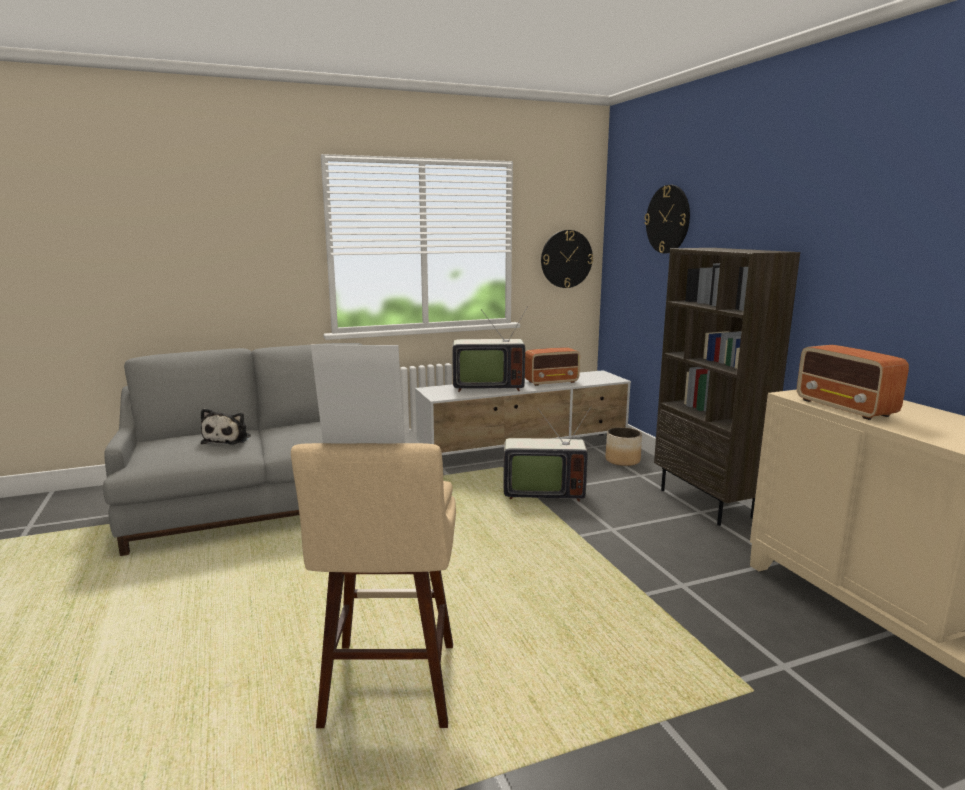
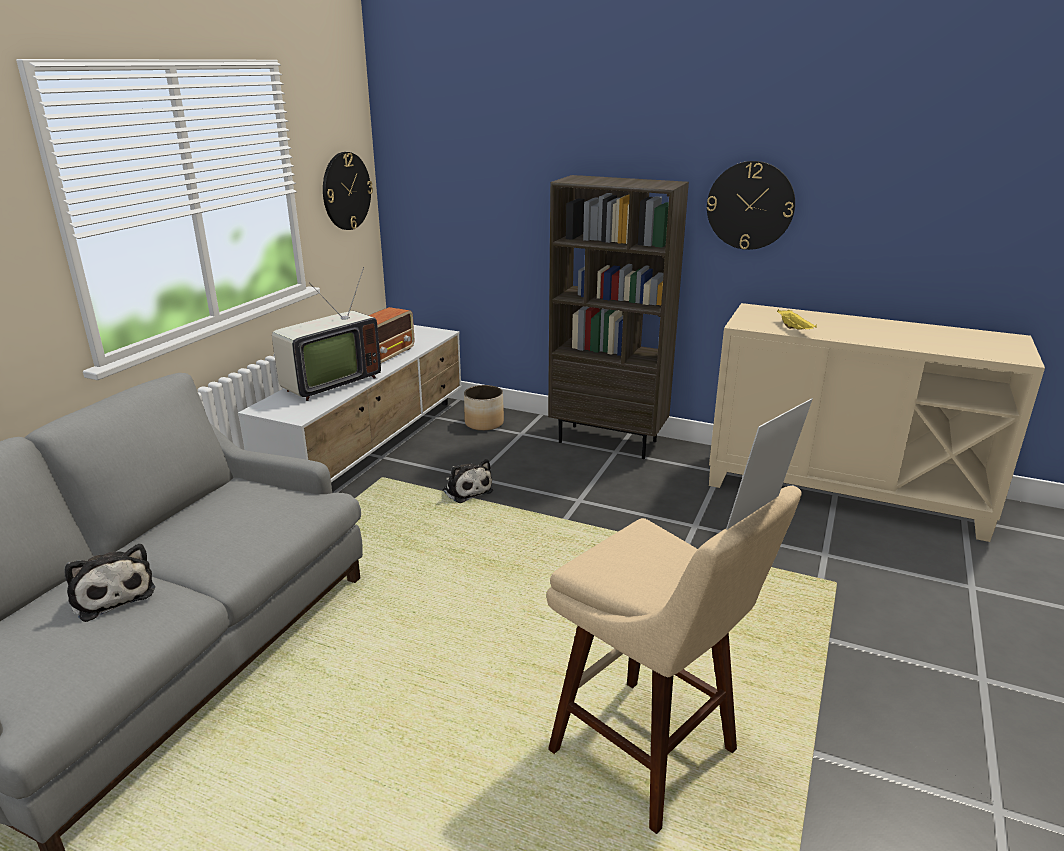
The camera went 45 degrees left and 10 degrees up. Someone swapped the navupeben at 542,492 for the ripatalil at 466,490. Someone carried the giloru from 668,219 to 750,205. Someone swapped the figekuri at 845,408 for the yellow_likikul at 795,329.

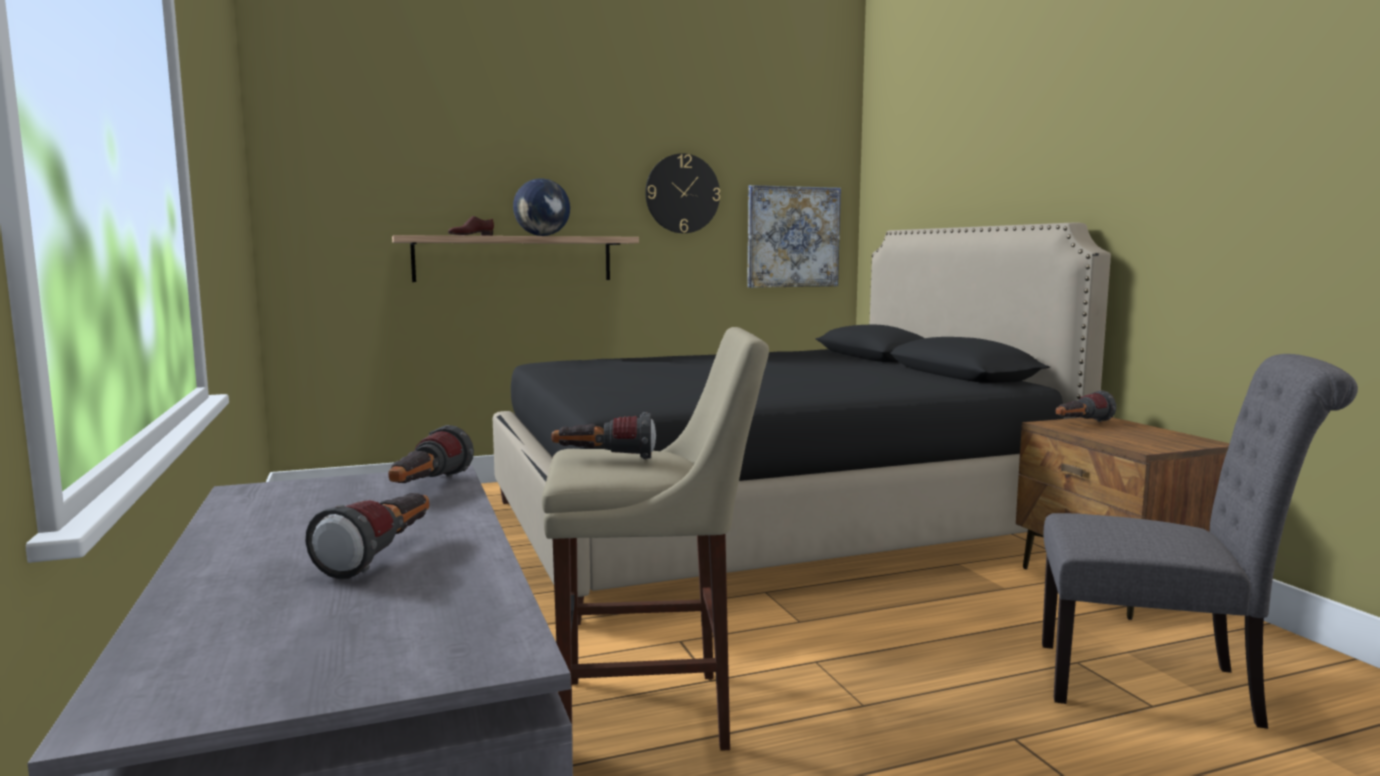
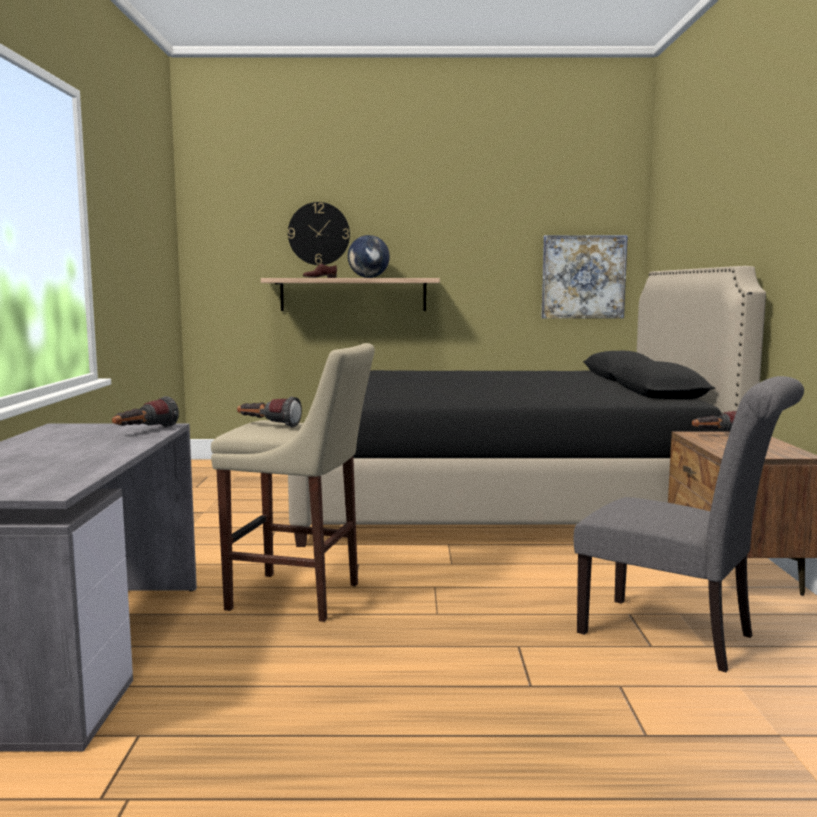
The camera went 20 degrees right and 0 degrees up. Someone carried the giloru from 682,193 to 319,233. Someone took away the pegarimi at 383,556.

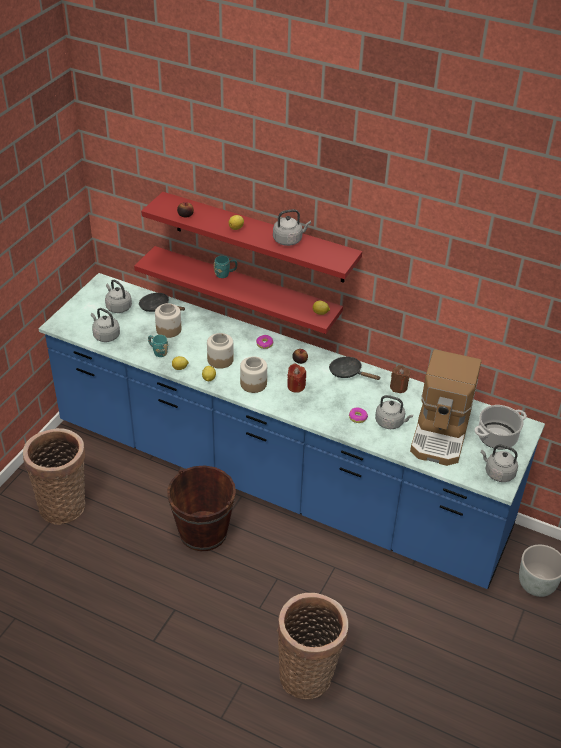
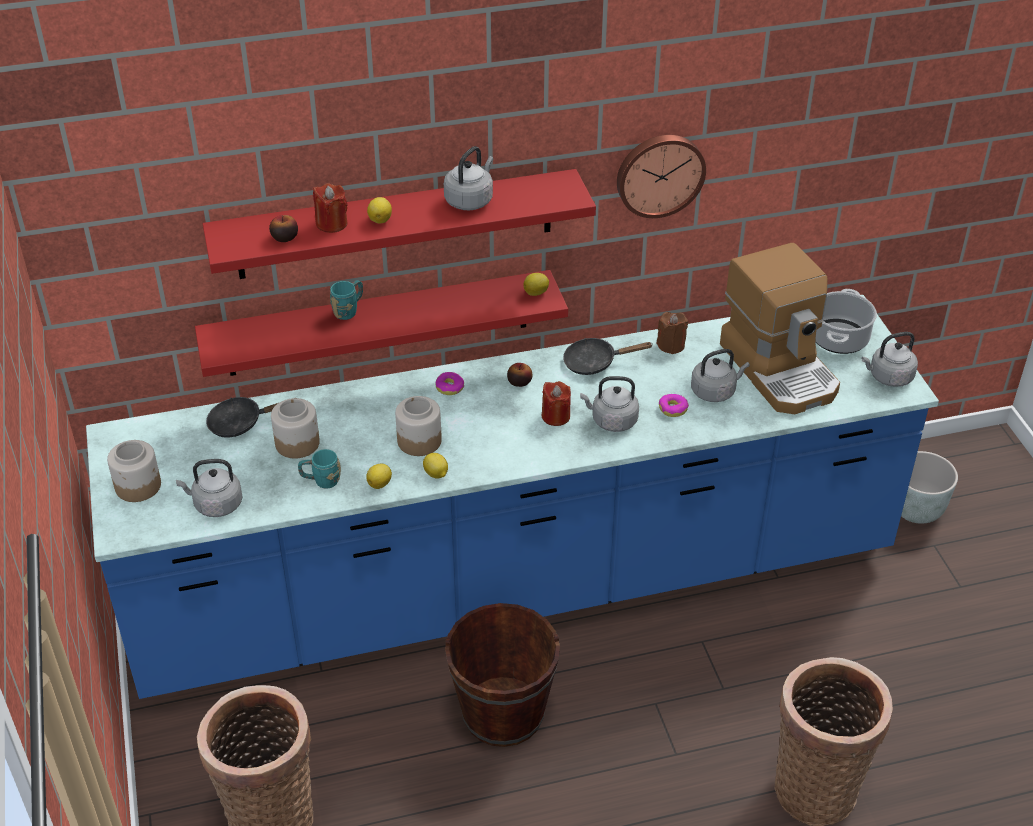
The camera went 40 degrees left and 0 degrees up. Someone carried the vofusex from 254,384 to 138,486. Someone put down the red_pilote at 331,224. Someone carried the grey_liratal from 118,307 to 611,421. Someone put up the giloru at 659,174.

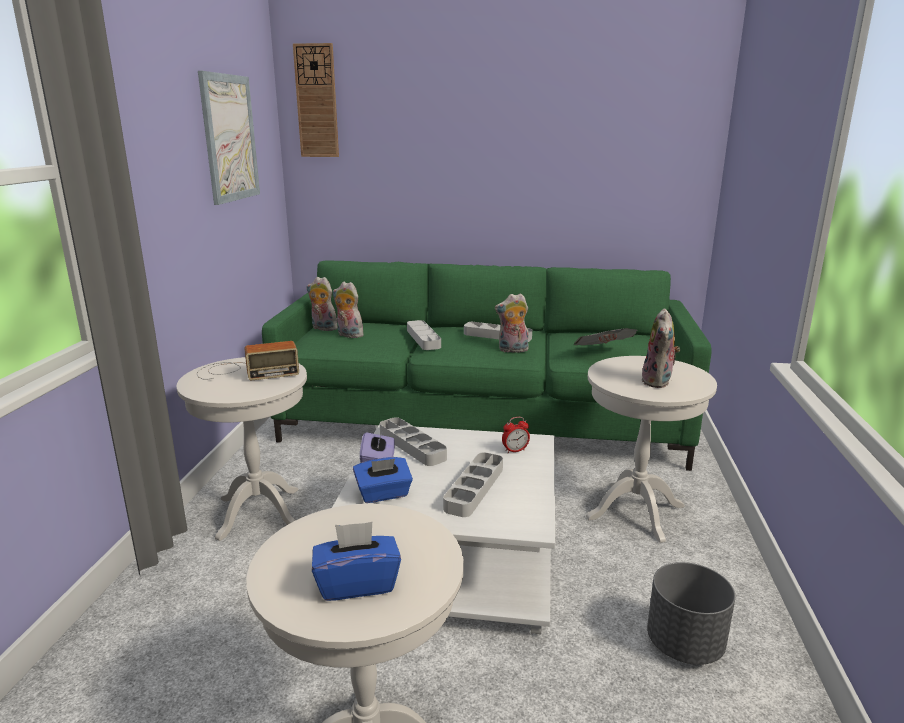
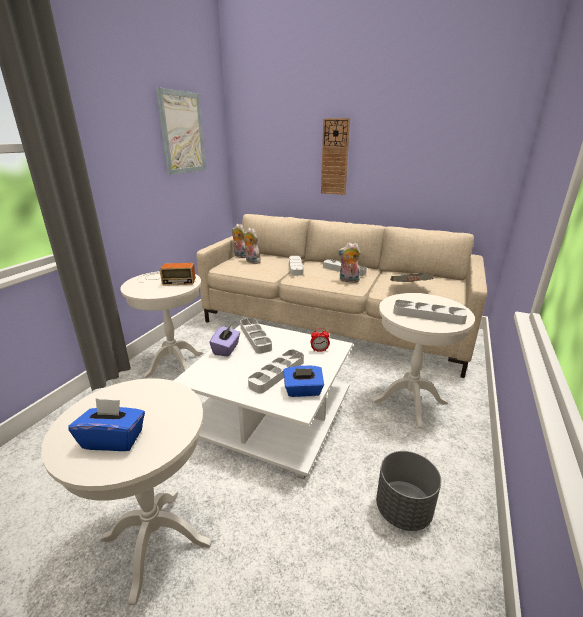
The camera went 15 degrees right and 5 degrees up. Someone repainted the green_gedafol at 482,423, which became the beige_gedafol at 332,325. Someone carried the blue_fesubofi from 383,494 to 303,391. Someone carried the giloru from 317,101 to 335,157. Someone swapped the ripatalil at 658,382 for the grey_likikul at 428,315.

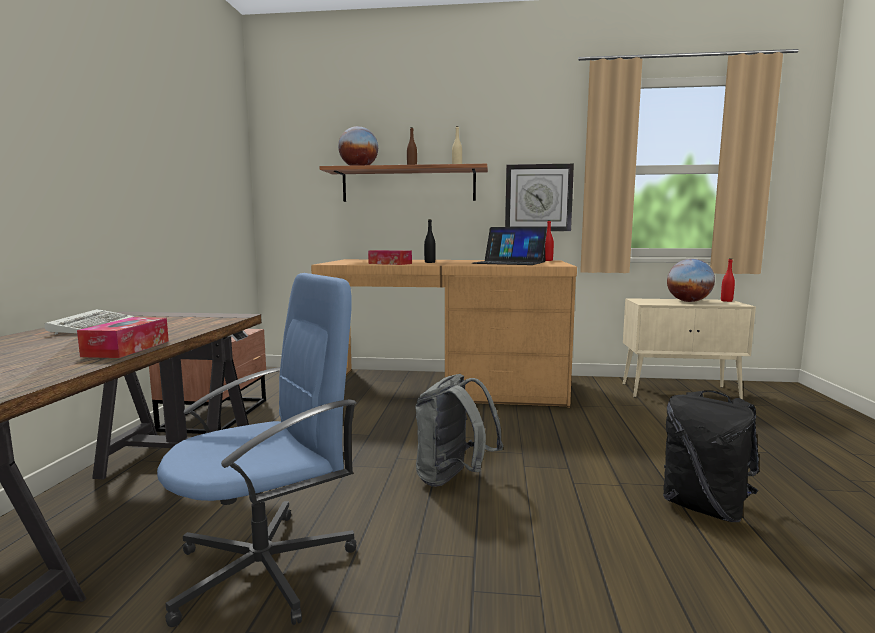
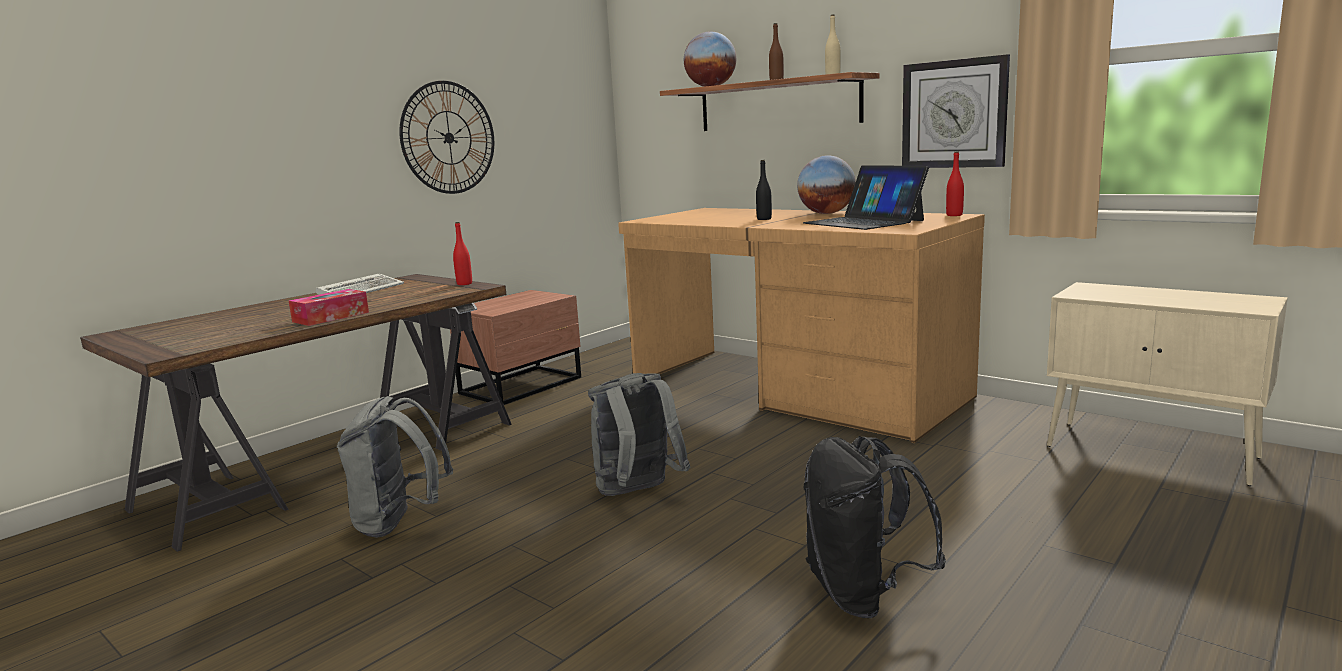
The camera went 35 degrees right and 5 degrees up. Someone swapped the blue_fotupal at 266,568 for the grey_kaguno at 400,523. Someone put up the giloru at 448,138. Someone carried the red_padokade from 726,301 to 464,284. Someone carried the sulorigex from 688,301 to 826,213. Someone took away the fesubofi at 390,263.

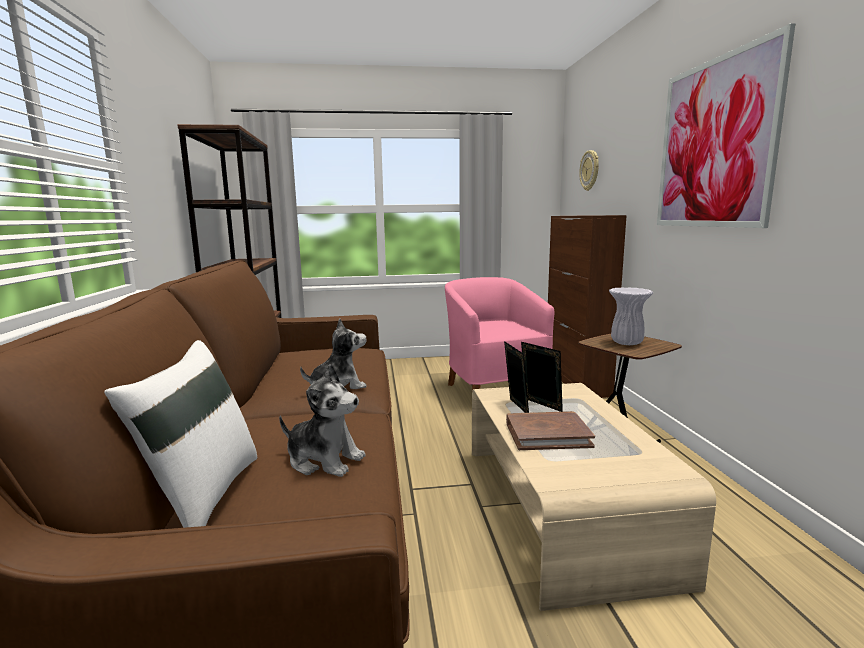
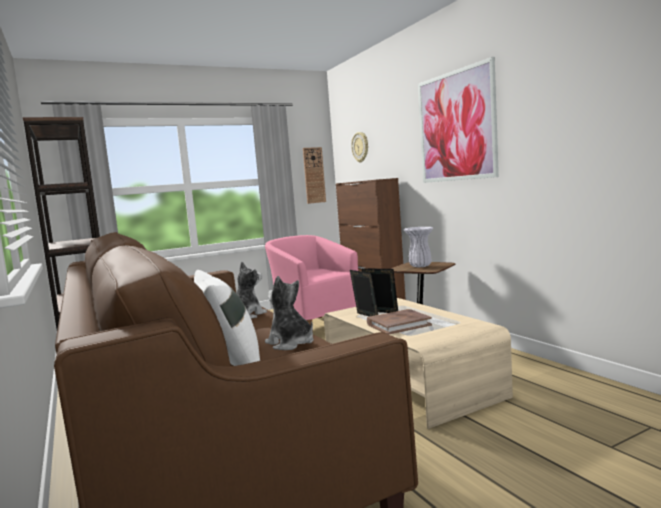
The camera went 20 degrees left and 5 degrees down. Someone rotated the ripatalil at 324,460 by 135 degrees counterclockwise. Someone put up the giloru at 314,175.

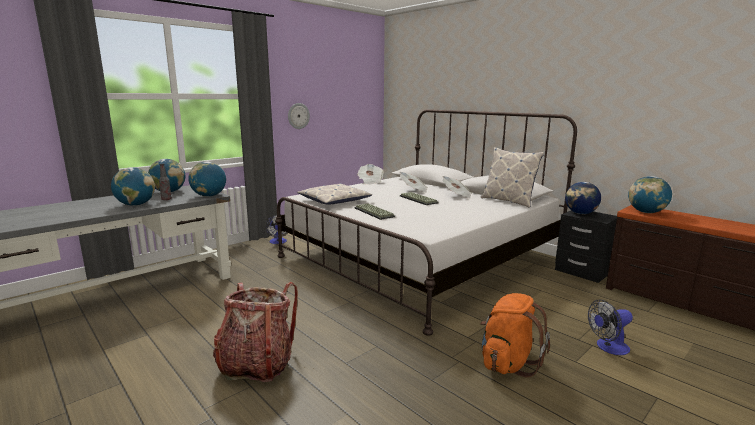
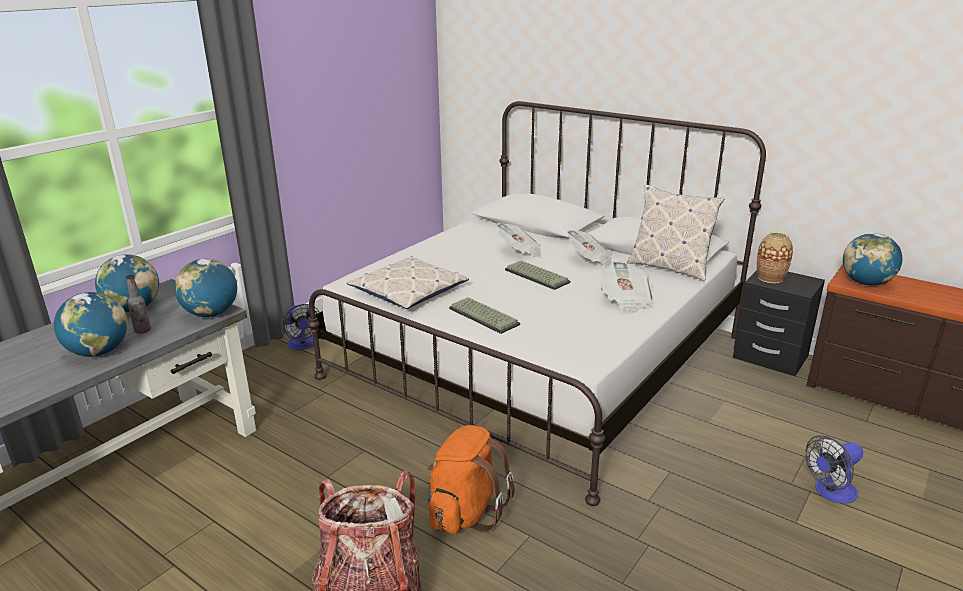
The camera went 10 degrees left and 10 degrees up. Someone carried the orange_kaguno from 507,363 to 465,512. Someone carried the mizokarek from 370,182 to 625,301. Someone swapped the sulorigex at 580,213 for the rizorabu at 770,278. Someone took away the giloru at 298,116.

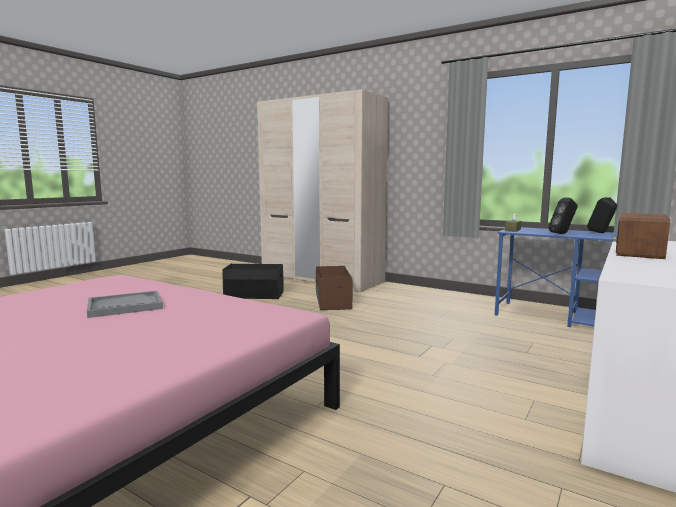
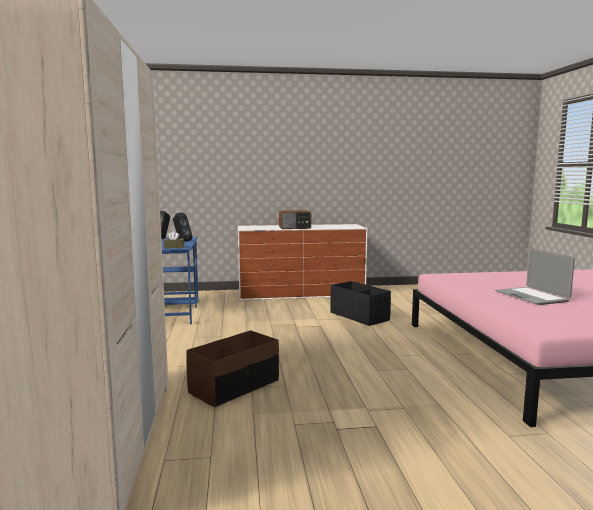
The camera went 130 degrees left and 0 degrees up. Someone carried the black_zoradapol from 254,295 to 359,316. Someone swapped the grey_likikul at 125,306 for the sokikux at 531,297.

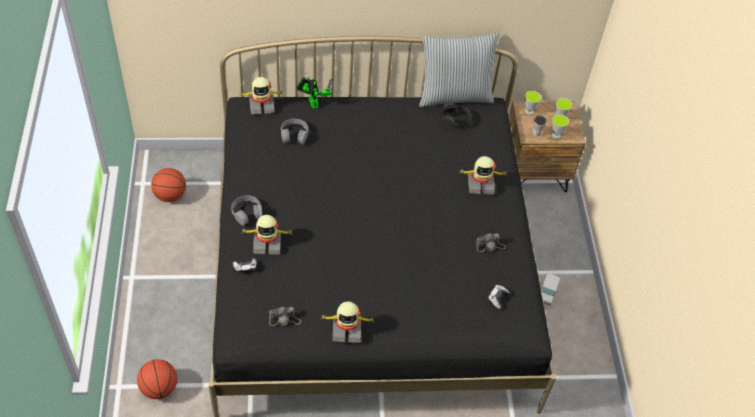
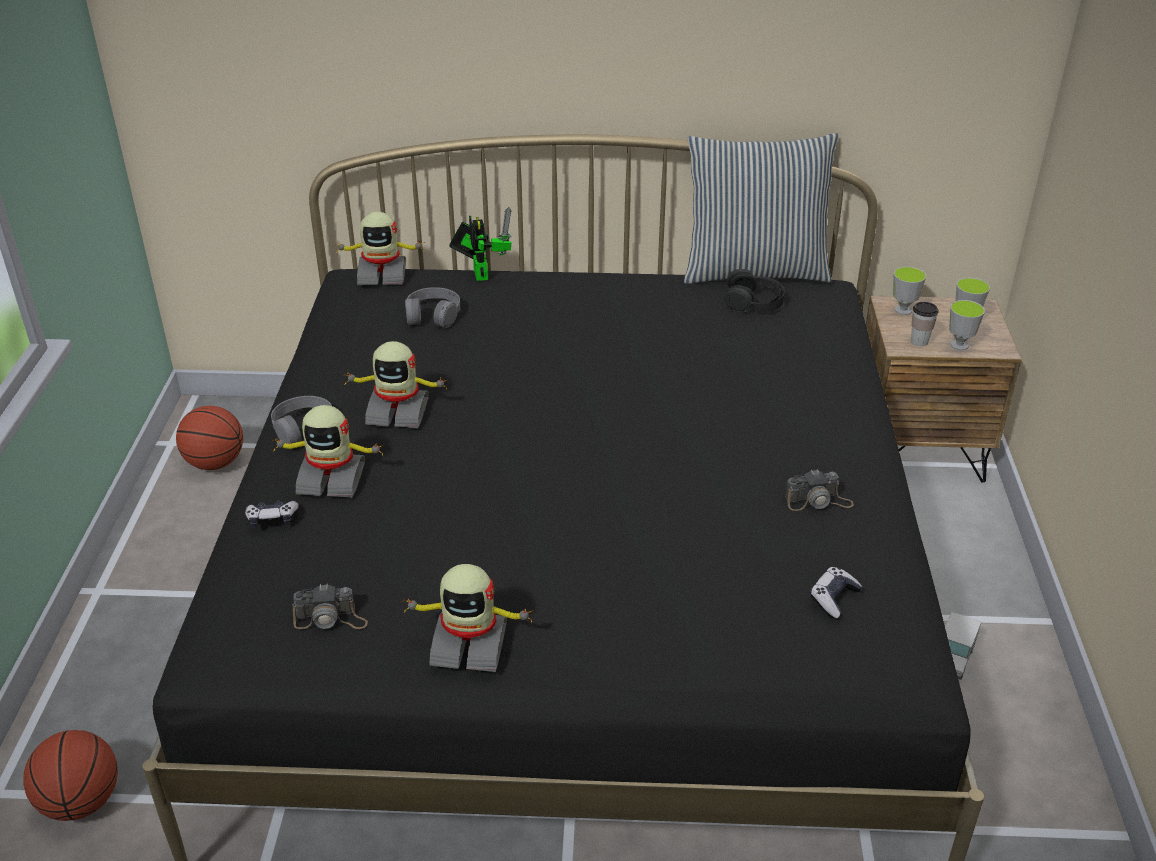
The camera went 10 degrees right and 15 degrees down. Someone carried the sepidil from 480,184 to 398,411.

